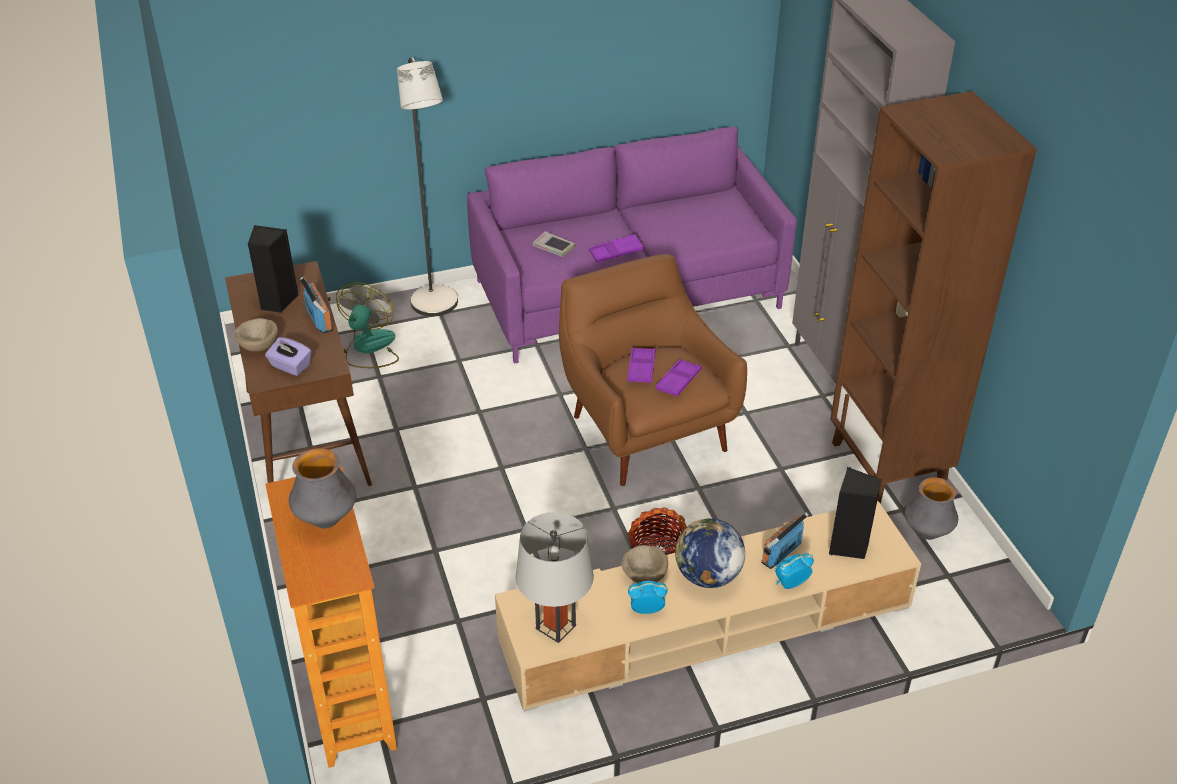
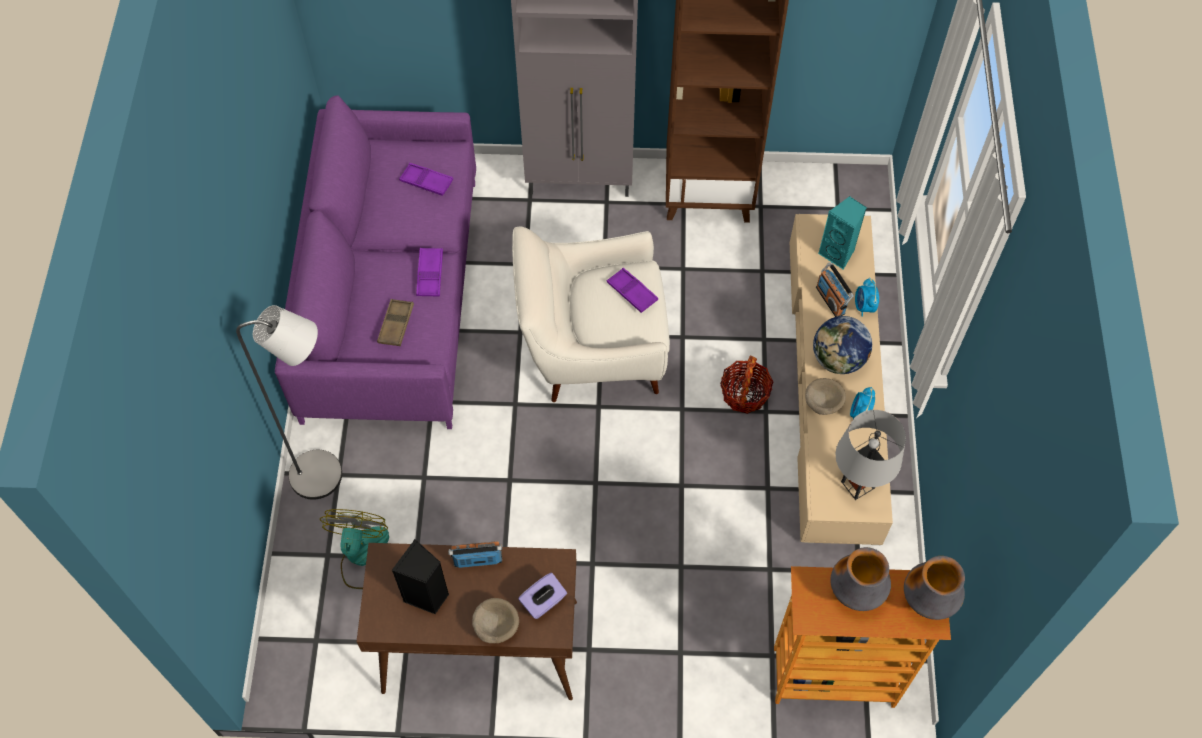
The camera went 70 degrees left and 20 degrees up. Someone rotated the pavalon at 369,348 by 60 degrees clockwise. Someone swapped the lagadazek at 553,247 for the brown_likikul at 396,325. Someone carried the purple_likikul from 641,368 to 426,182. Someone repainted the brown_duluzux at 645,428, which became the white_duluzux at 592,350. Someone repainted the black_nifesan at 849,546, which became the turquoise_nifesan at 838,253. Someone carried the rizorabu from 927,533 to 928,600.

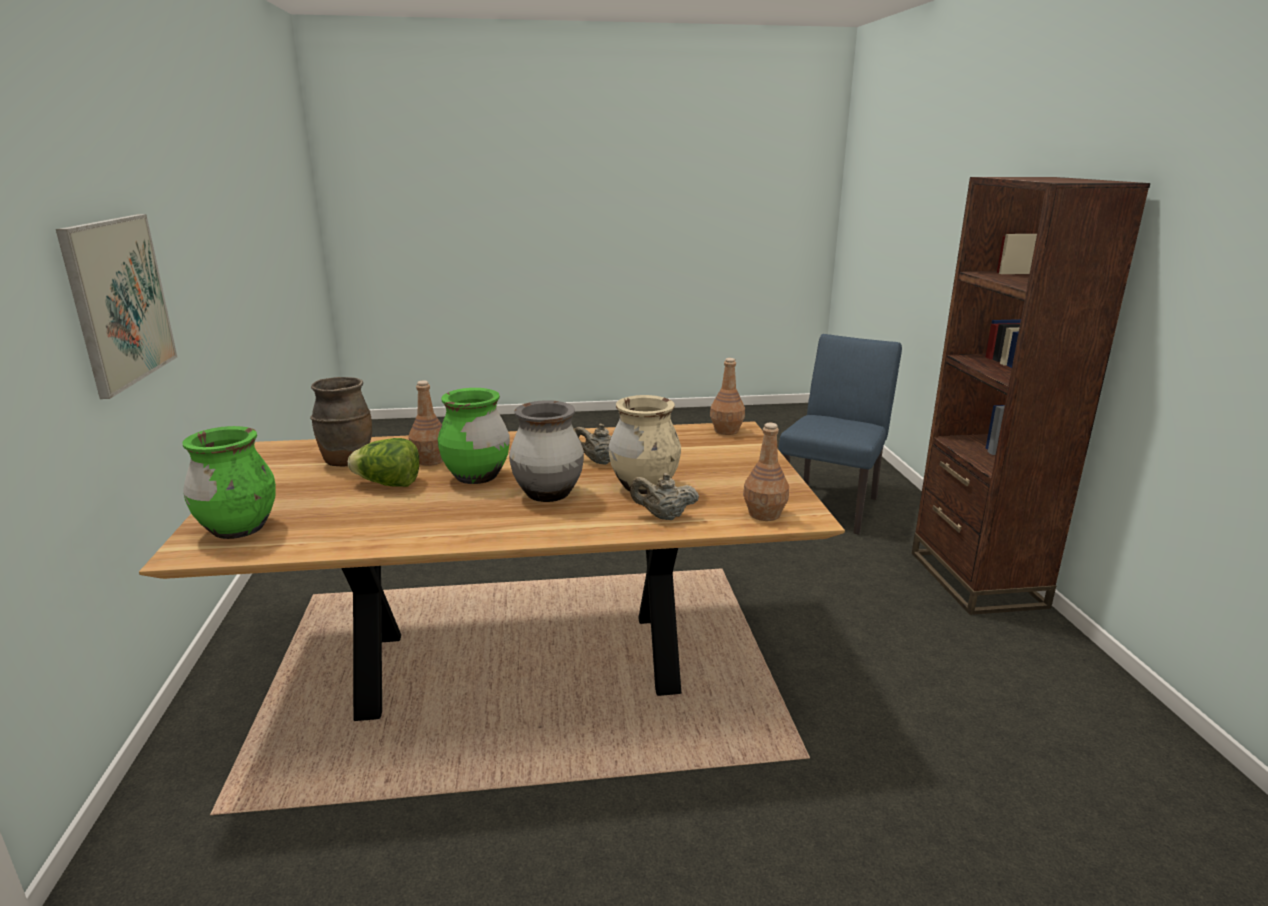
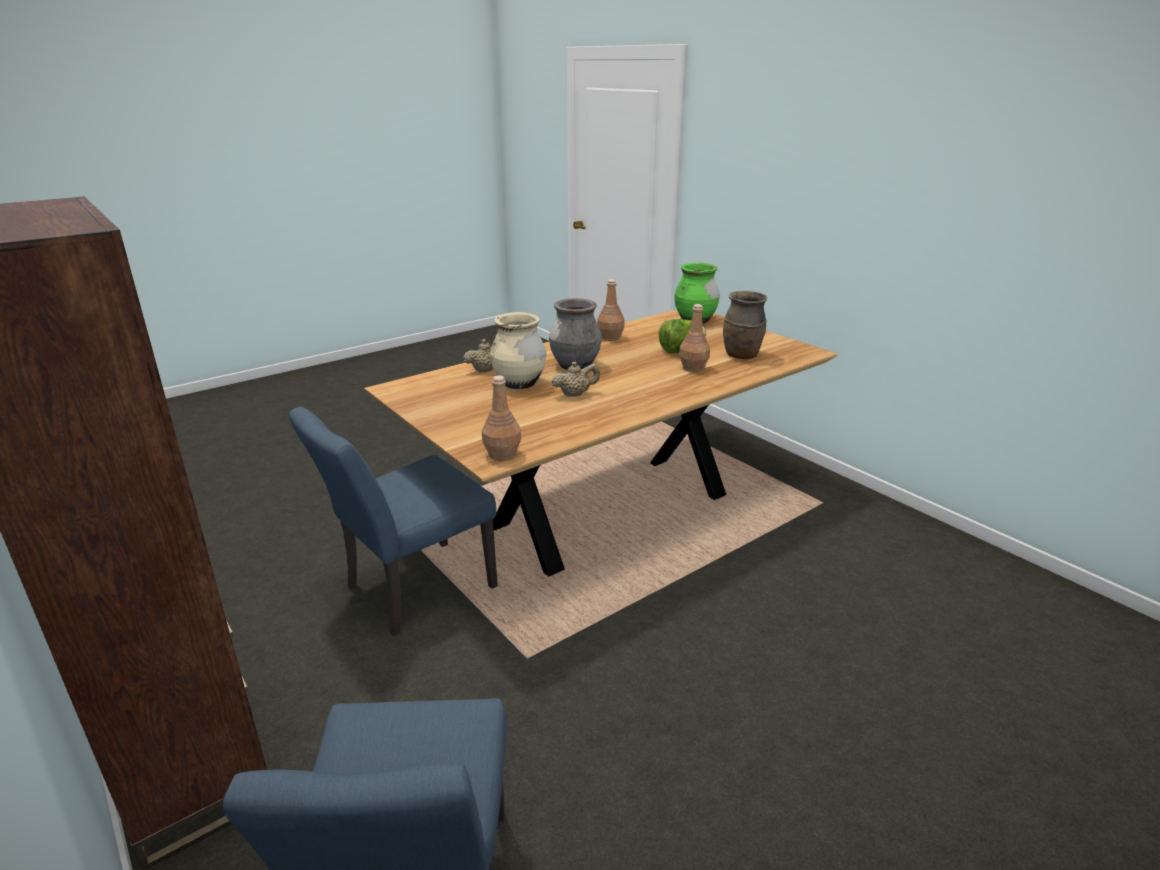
The camera went 150 degrees right and 5 degrees up. Someone put down the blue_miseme at 410,591. Someone carried the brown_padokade from 765,514 to 610,337. Someone took away the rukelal at 119,301. Someone took away the green_rizorabu at 477,477.

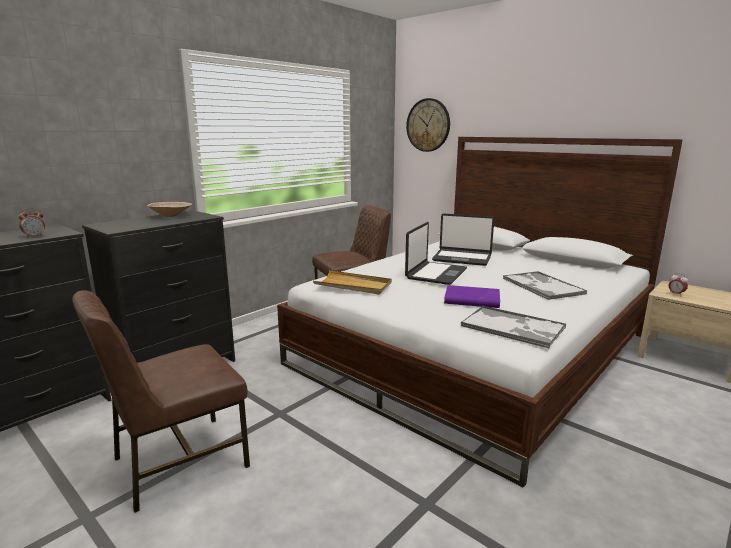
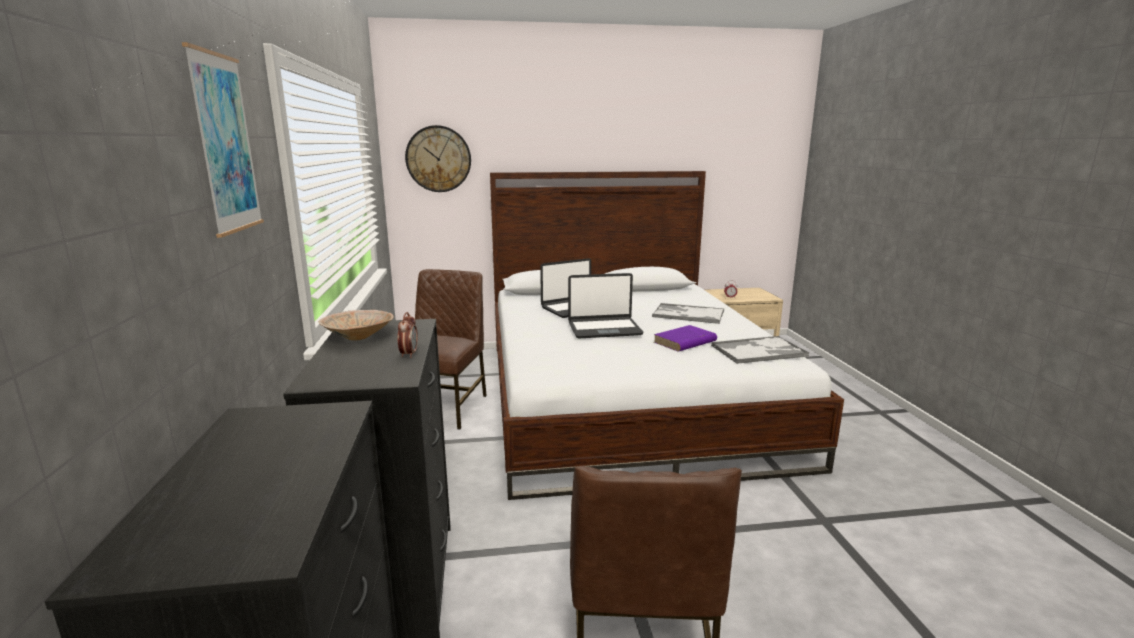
The camera went 50 degrees left and 0 degrees up. Someone put up the rukelal at 225,144. Someone carried the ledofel from 34,237 to 409,354. Someone rotated the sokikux at 435,274 by 105 degrees clockwise. Someone took away the beige_likikul at 353,285.

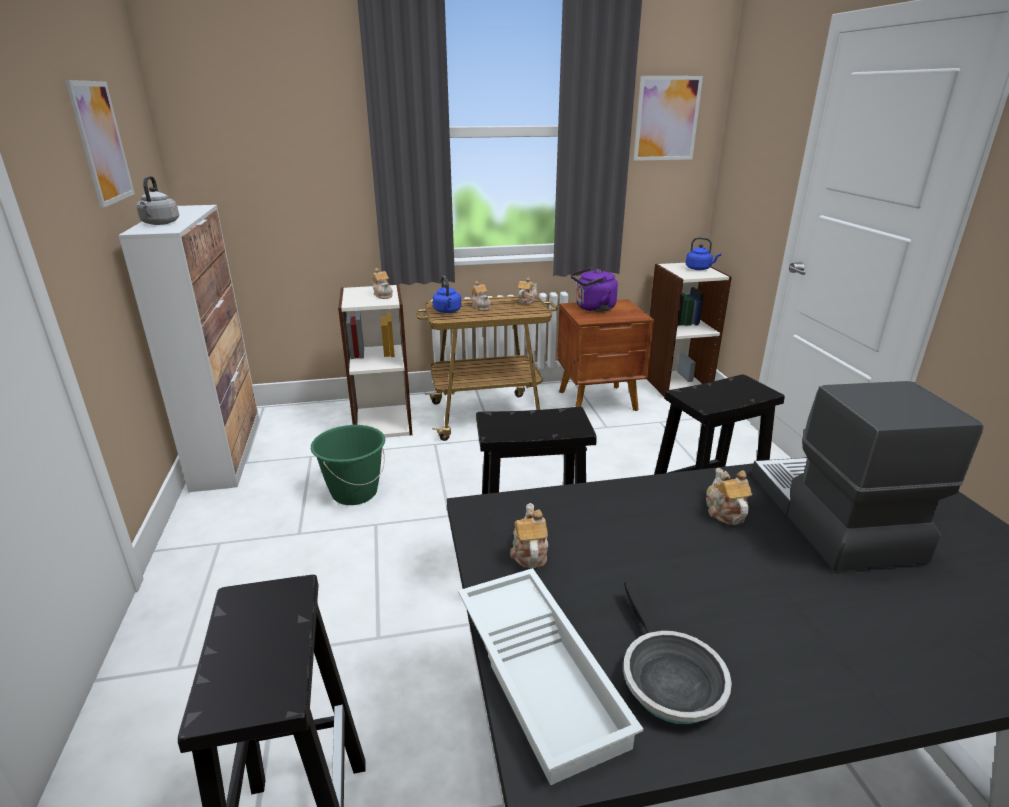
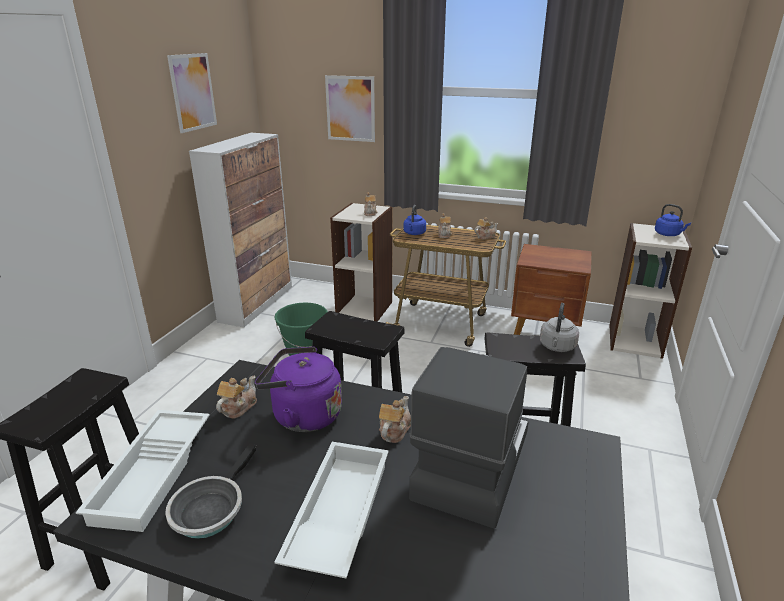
The camera went 30 degrees right and 0 degrees up. Someone carried the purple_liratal from 593,308 to 302,415. Someone put down the white_likikul at 337,513. Someone carried the rukelal from 667,118 to 350,108. Someone carried the grey_liratal from 160,223 to 557,347.

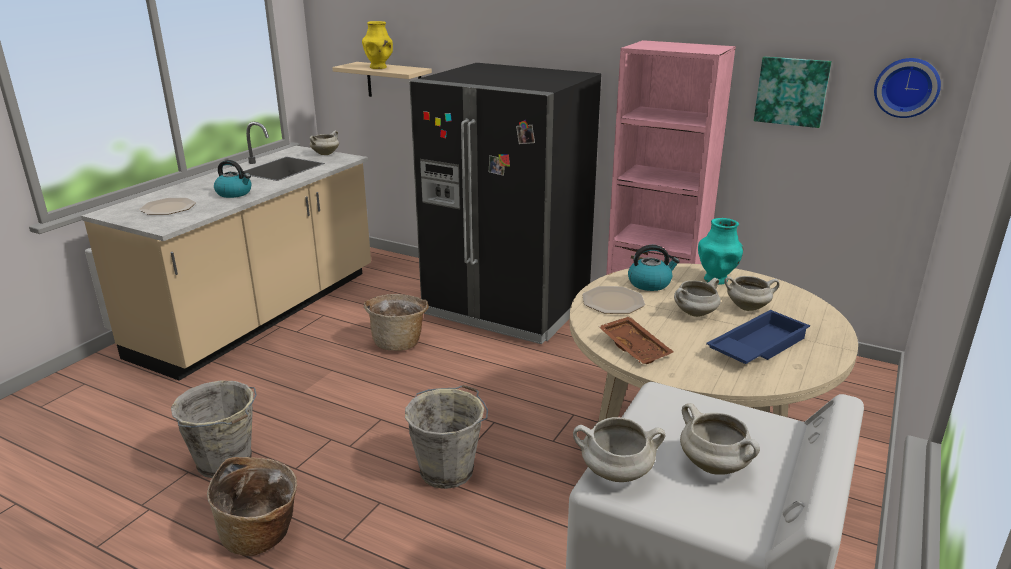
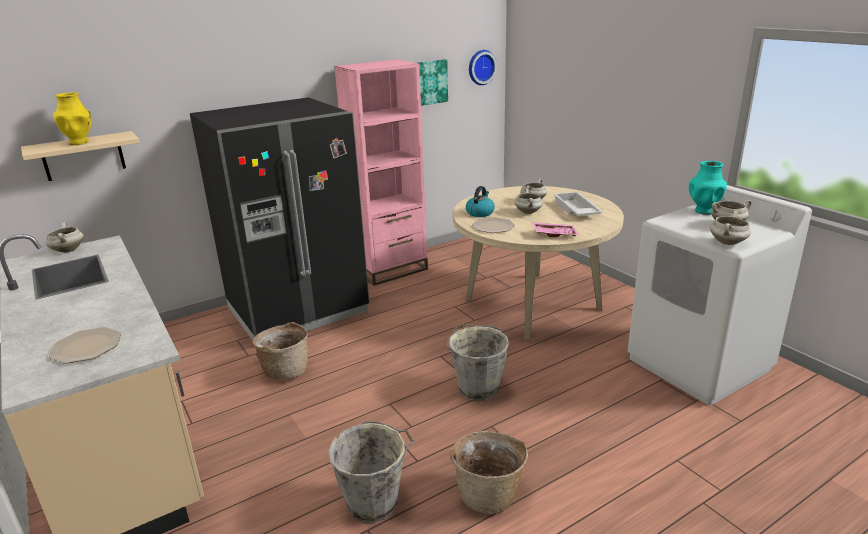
The camera went 60 degrees left and 0 degrees up. Someone repainted the brown_likikul at 635,348, which became the pink_likikul at 554,234. Someone repainted the blue_likikul at 756,346, which became the white_likikul at 575,210. Someone carried the turquoise_rizorabu from 716,279 to 704,211. Someone took away the liratal at 235,193.

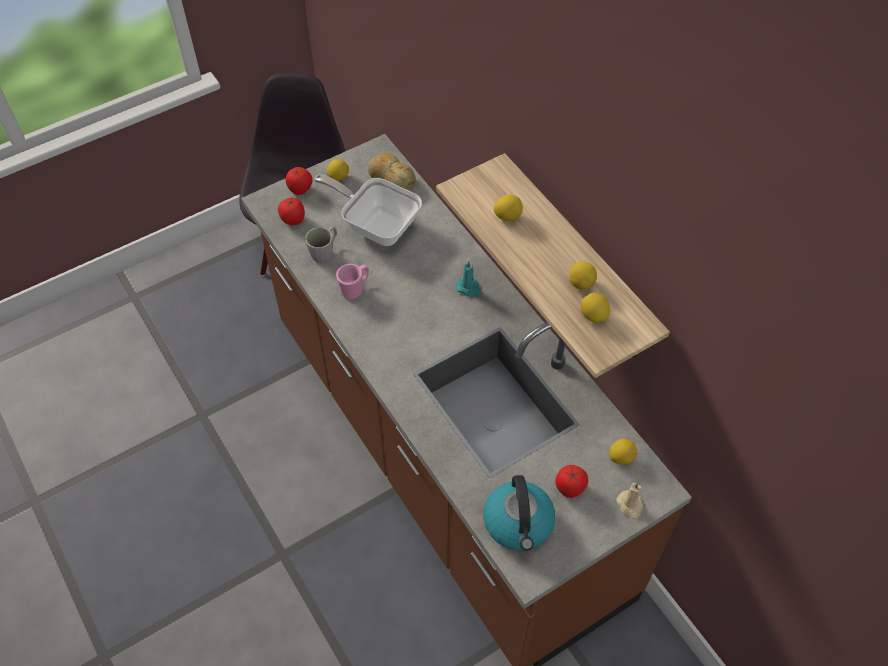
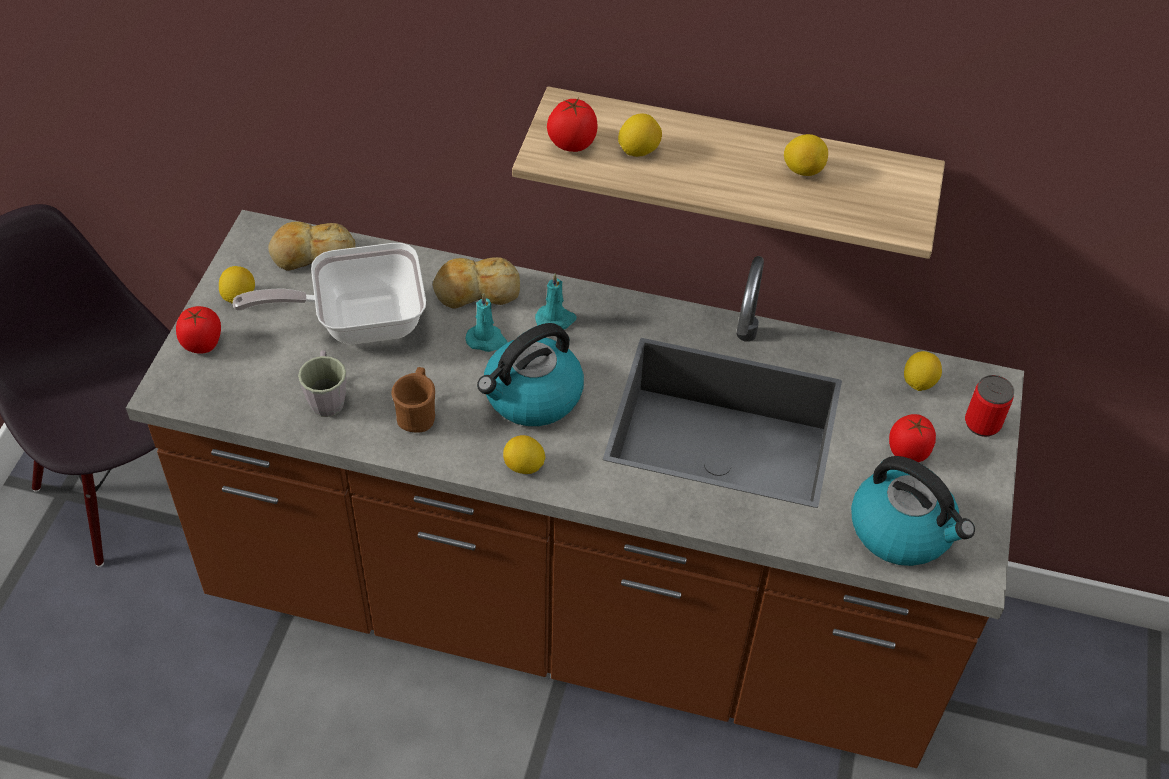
The camera went 45 degrees left and 5 degrees down. Someone repainted the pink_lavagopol at 354,289, which became the brown_lavagopol at 417,414. Someone put down the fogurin at 476,291. Someone put down the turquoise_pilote at 487,340. Someone put down the liratal at 532,397. Someone carried the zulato from 593,316 to 524,466. Someone carried the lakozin from 293,220 to 571,145. Someone swapped the beige_pilote at 630,505 for the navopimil at 982,423.

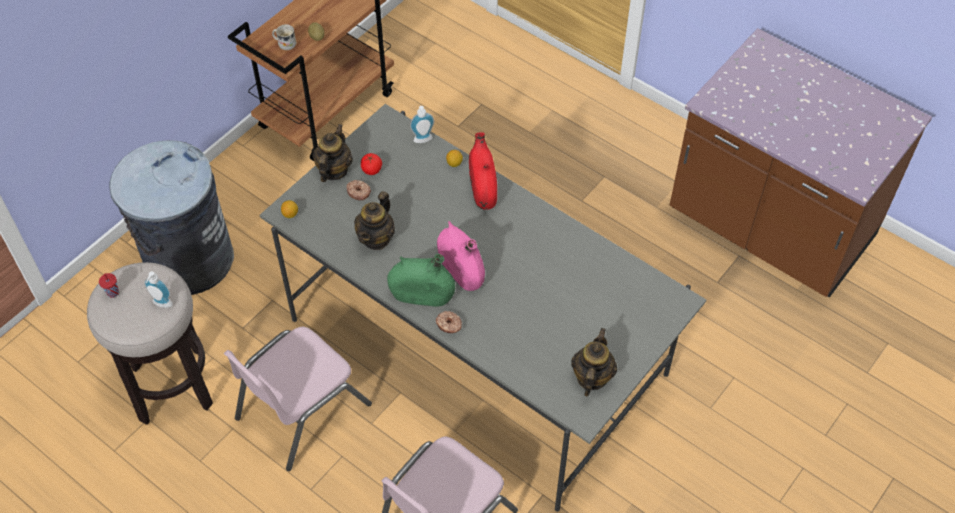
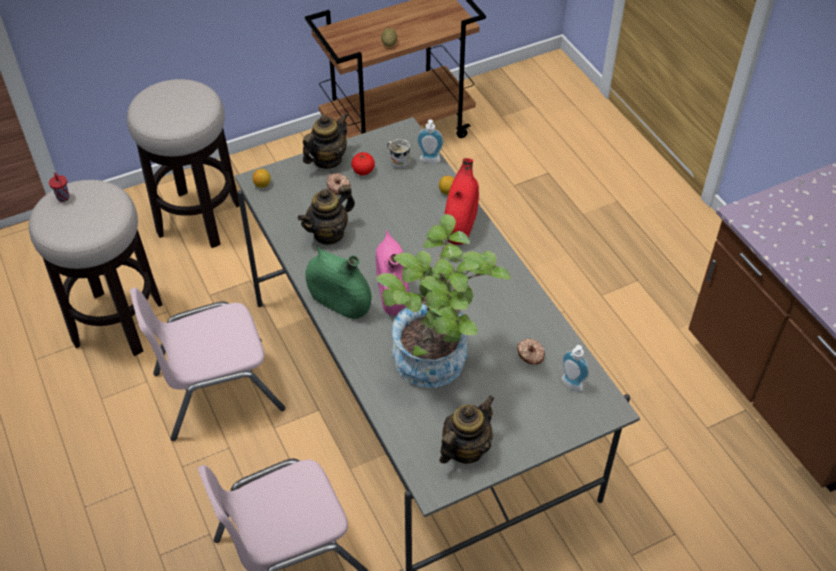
The camera went 25 degrees right and 5 degrees down. Someone swapped the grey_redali at 188,260 for the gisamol at 199,219. Someone put down the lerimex at 437,366. Someone carried the white_lavagopol from 284,43 to 397,160. Someone carried the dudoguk from 449,325 to 530,355. Someone carried the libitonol from 161,305 to 570,385.

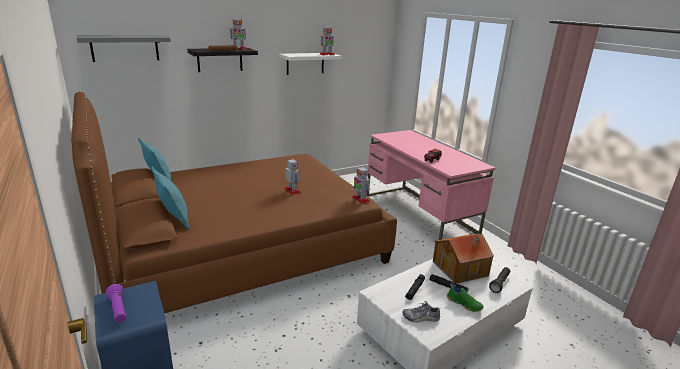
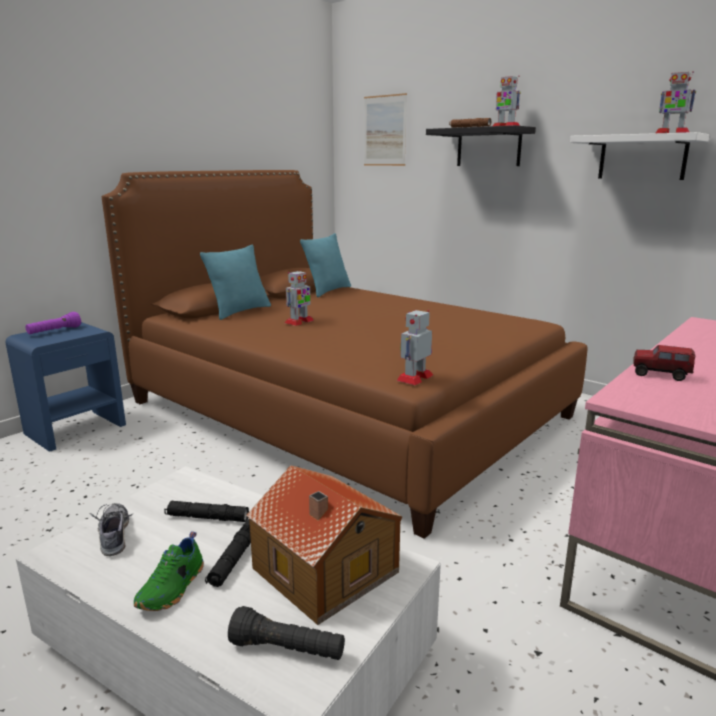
The camera went 70 degrees right and 5 degrees down. Someone carried the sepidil from 292,190 to 299,322. Someone swapped the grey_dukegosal at 125,48 for the rukelal at 384,131.

